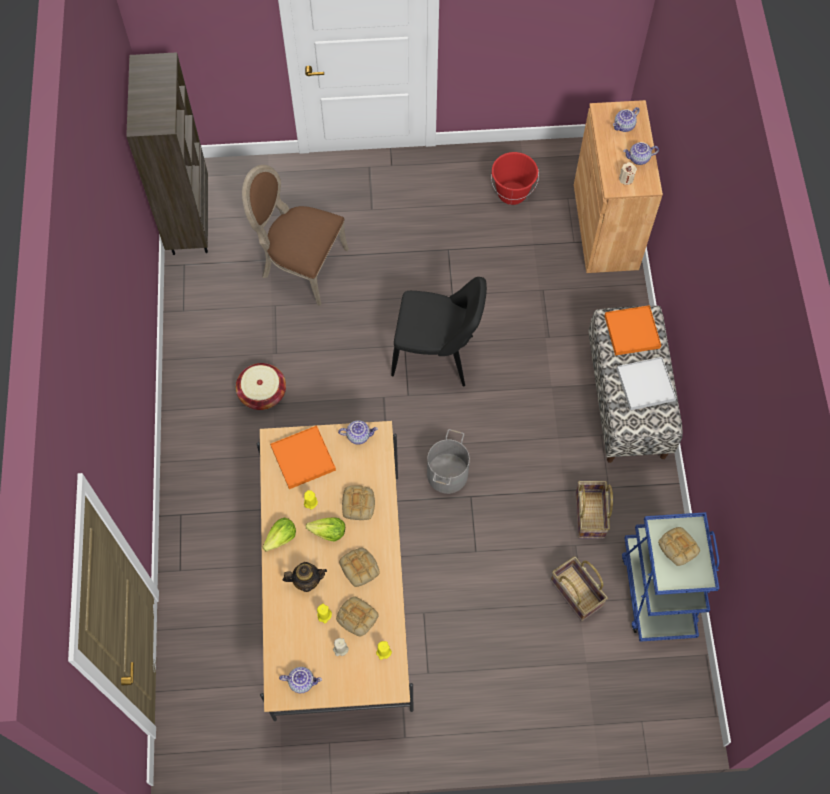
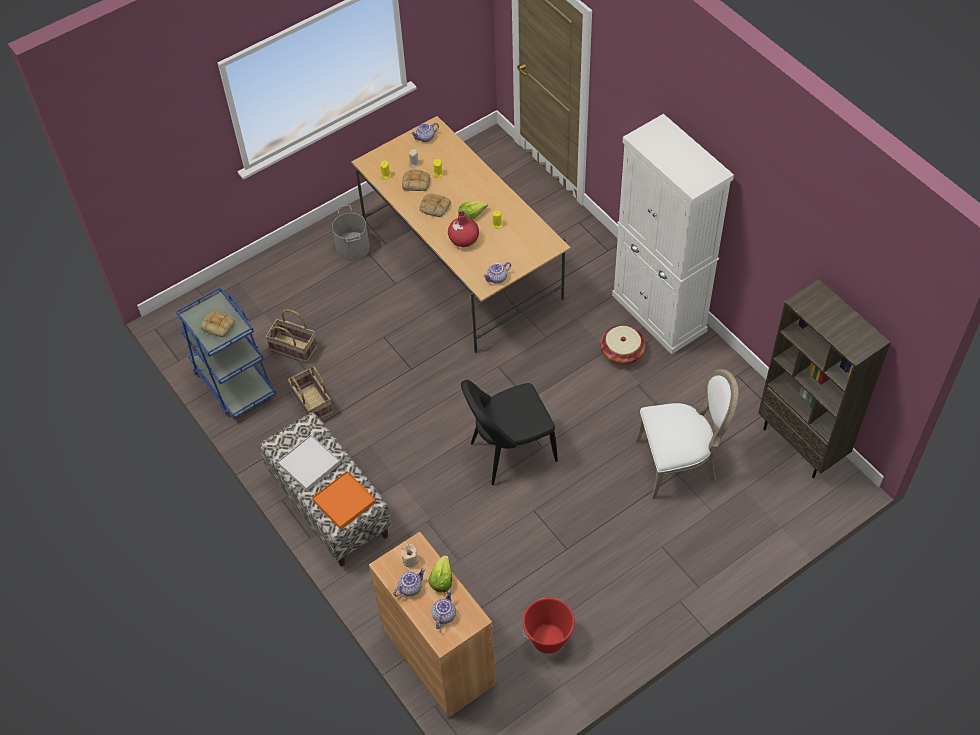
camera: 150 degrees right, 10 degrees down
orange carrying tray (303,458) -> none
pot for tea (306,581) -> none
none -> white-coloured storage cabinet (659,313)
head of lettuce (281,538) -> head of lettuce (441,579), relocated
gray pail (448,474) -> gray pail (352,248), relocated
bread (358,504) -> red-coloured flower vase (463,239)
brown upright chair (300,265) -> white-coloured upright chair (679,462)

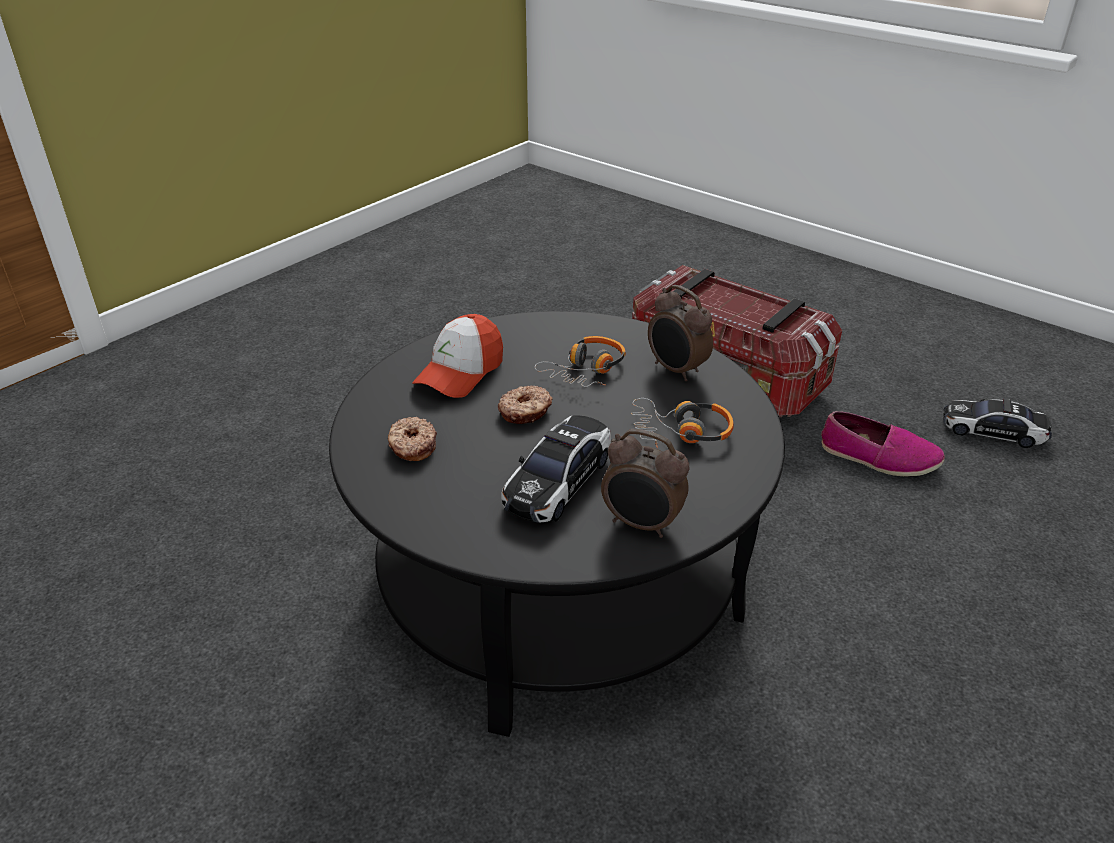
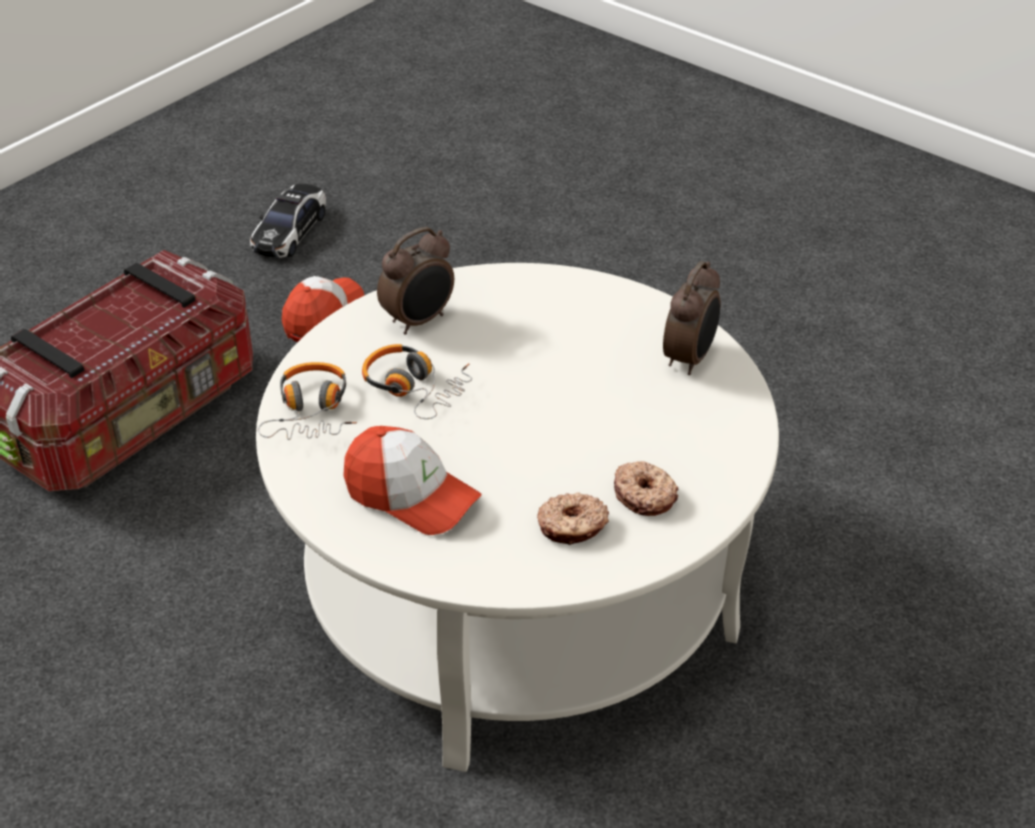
camera: 90 degrees left, 5 degrees up
model car (558,481) -> none
donut (525,412) -> donut (645,495), relocated
headphones (681,432) -> headphones (311,412), relocated
item of footwear (878,457) -> peaked cap (323,317)
black-coloured coffee table (557,580) -> white-coloured coffee table (517,590)

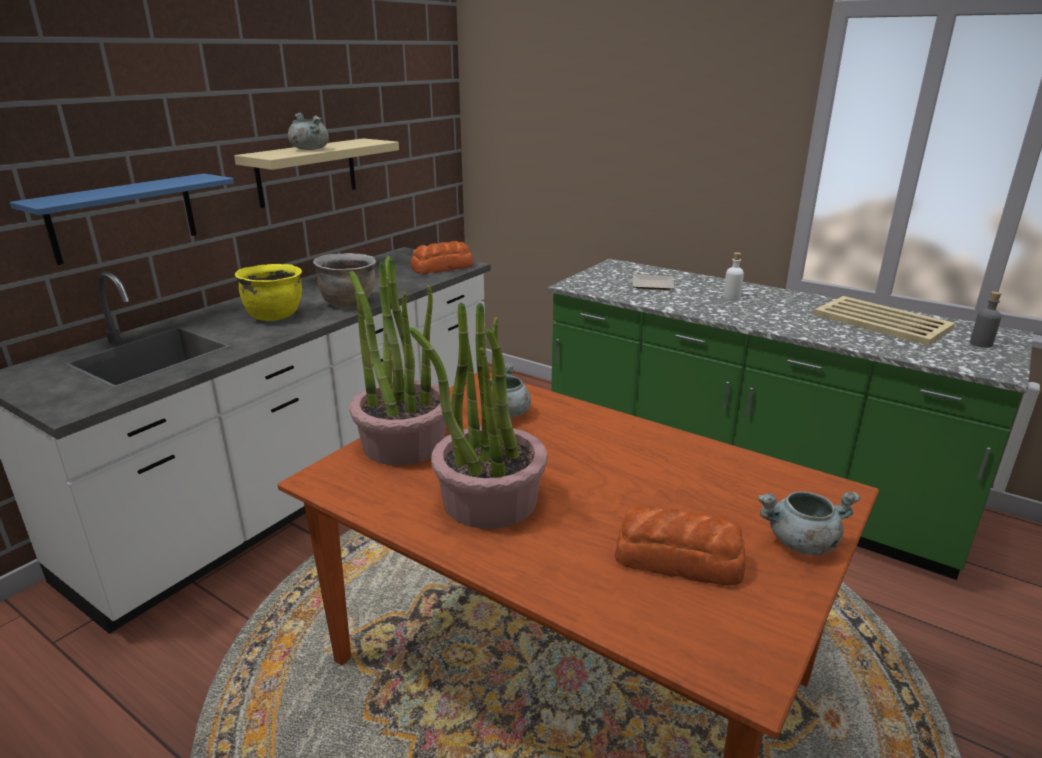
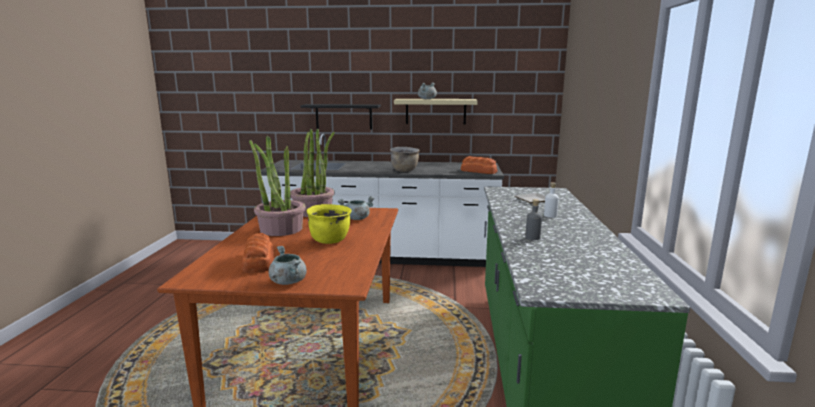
camera: 60 degrees right, 10 degrees down
beige carrying tray (882,322) -> none
yellowish saucepot (275,315) -> yellowish saucepot (330,240), relocated
gray bottle (981,344) -> gray bottle (532,237), relocated
blue shelf (124,217) -> black-coloured shelf (343,116)

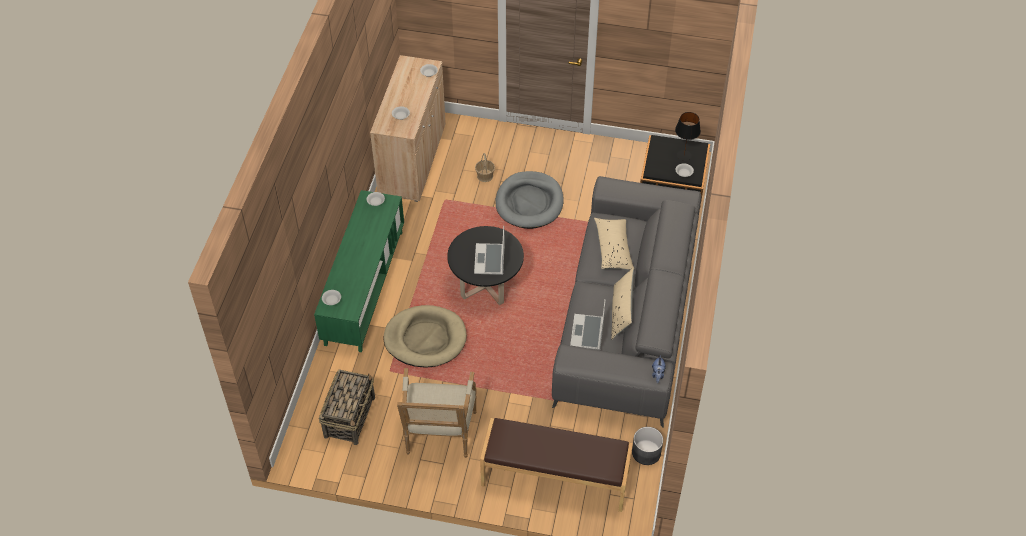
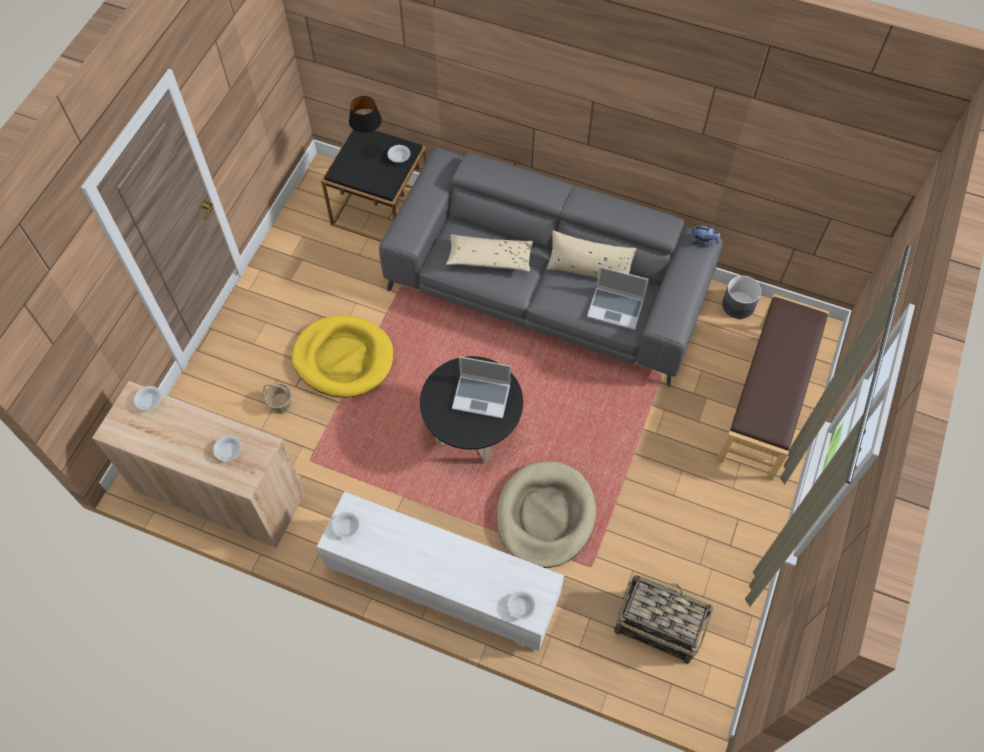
camera: 80 degrees left, 10 degrees up
armchair (439,436) -> none
greenish tv stand (364,287) -> white-coloured tv stand (442,585)
gray dog bed (529,202) -> yellowish dog bed (344,358)

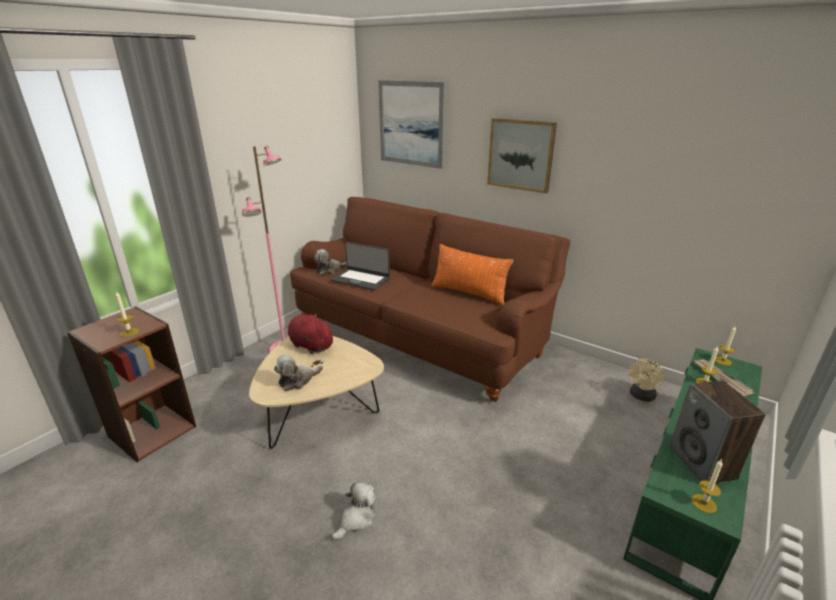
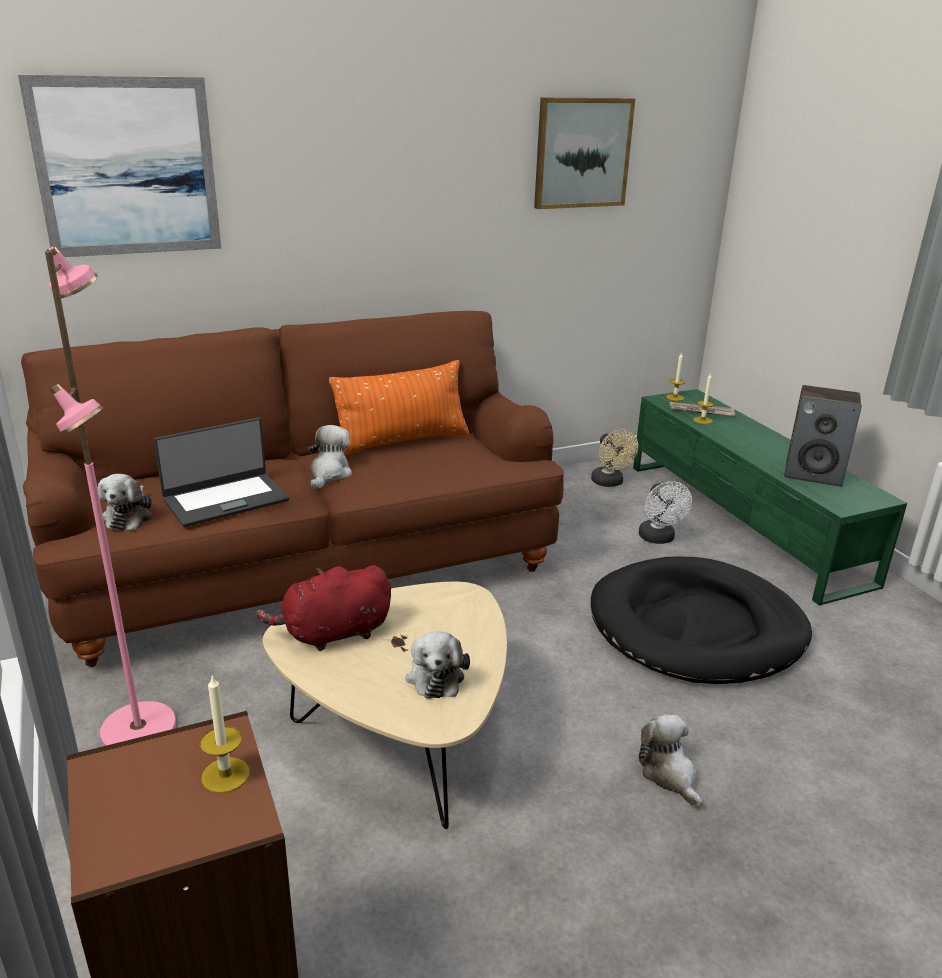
camera: 60 degrees left, 0 degrees up
wax light (704,503) -> none
none -> soft toy (329,474)
none -> black-coloured dog bed (697,627)
none -> white-coloured cooling fan (658,539)
wall picture (520,155) -> wall picture (582,153), relocated

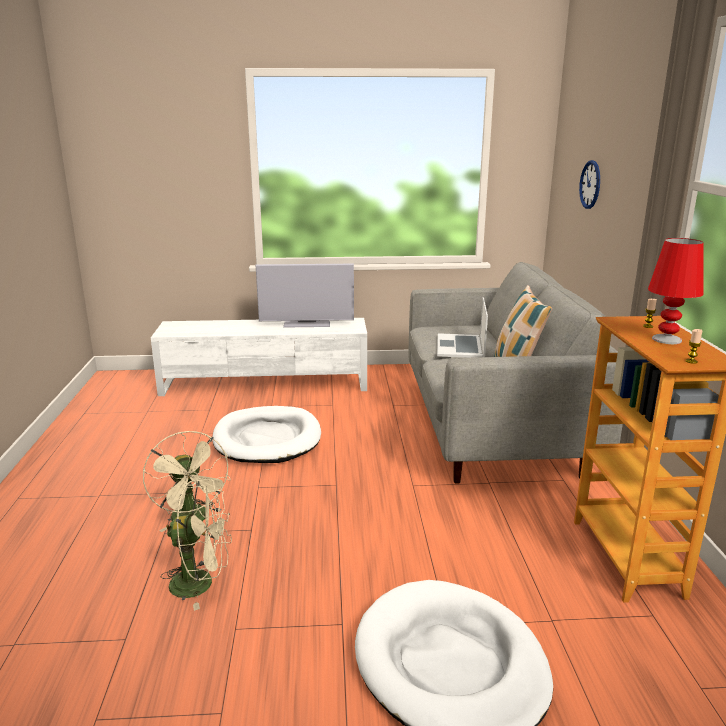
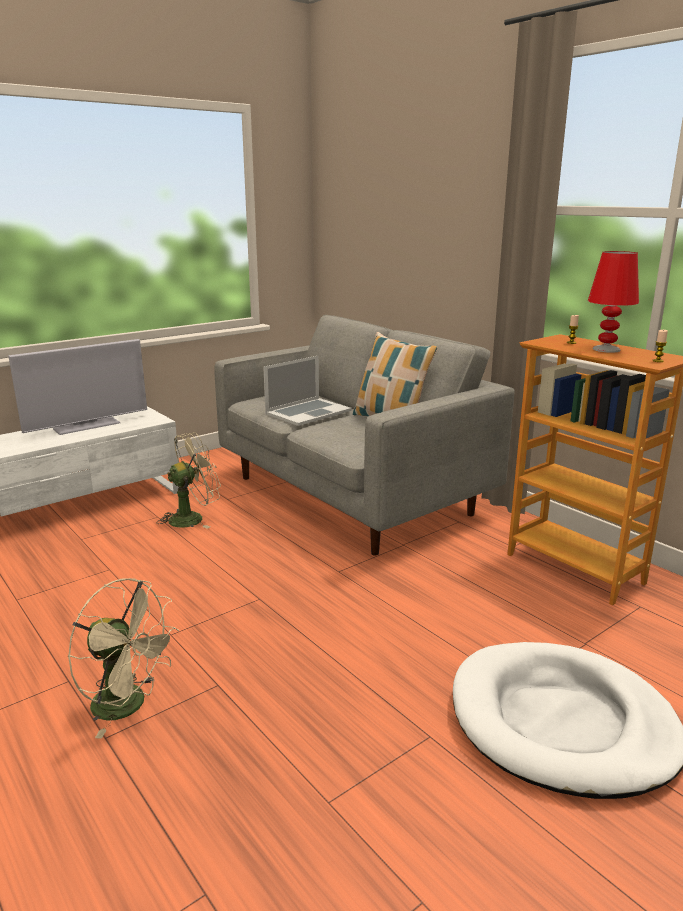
camera: 35 degrees left, 0 degrees up
white-coloured dog bed (267,439) -> none
clock on the wall (590,184) -> none
beige cooling fan (201,583) -> beige cooling fan (192,518), relocated
notebook computer (461,346) -> notebook computer (308,412), 105 degrees counterclockwise

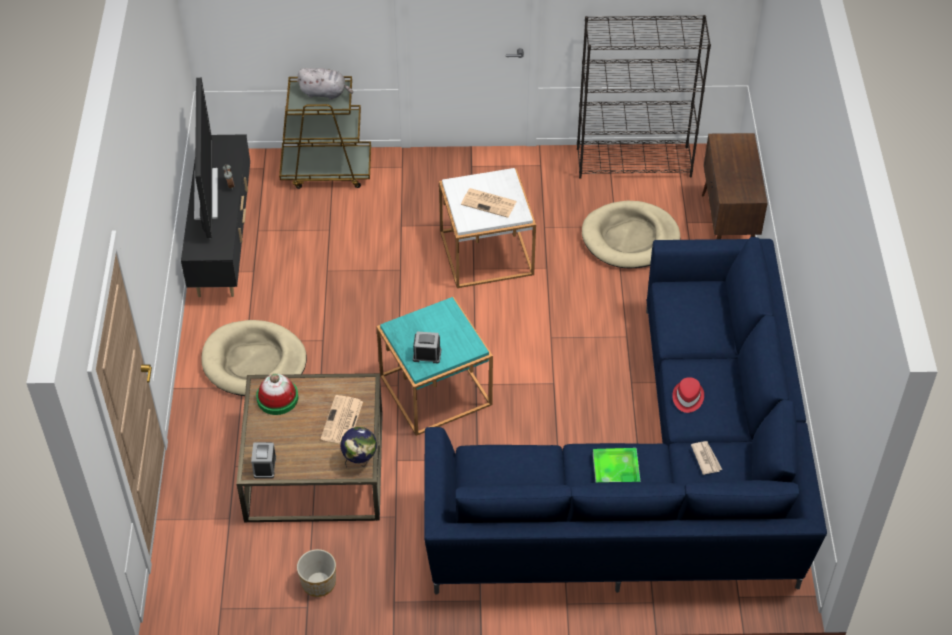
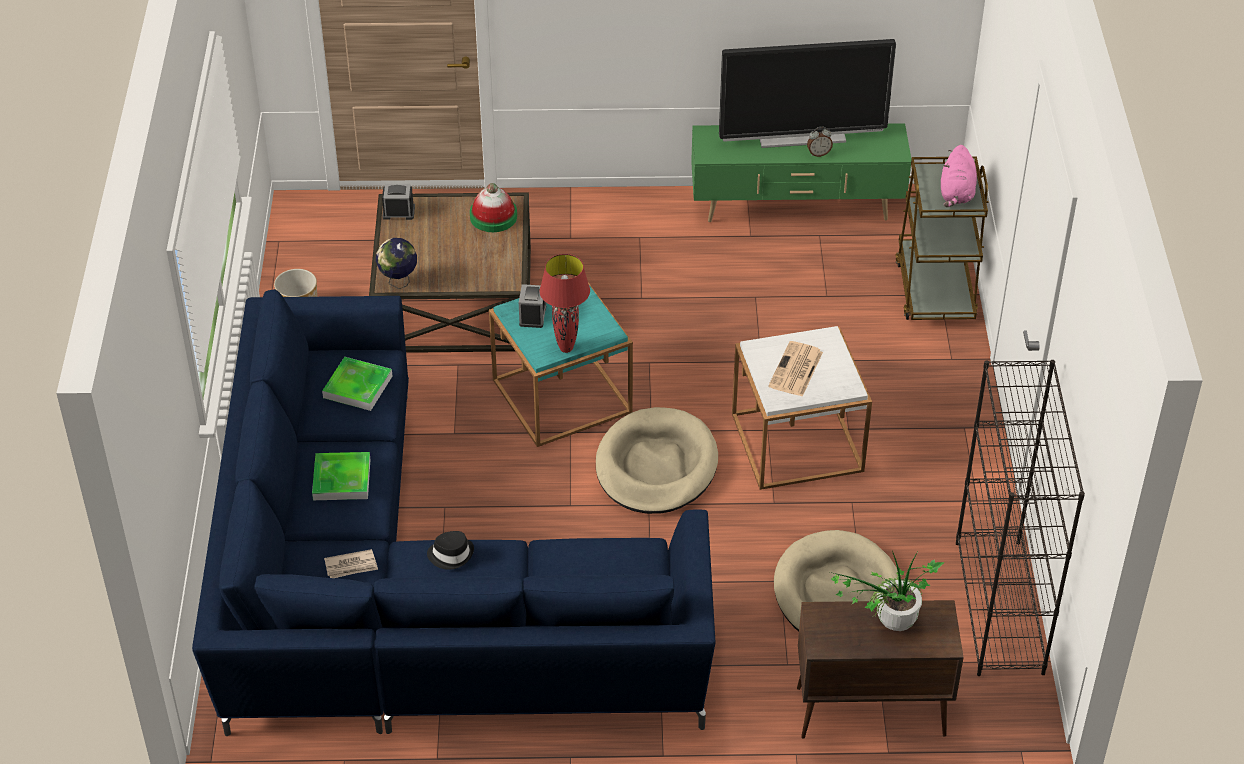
camera: 90 degrees right, 5 degrees down
newspaper (342,421) -> none
none -> carrying tray (358,387)
none -> red-coloured tabletop lamp (566,349)
none -> plant in a pot (888,624)
beige dog bed (254,362) -> beige dog bed (656,466), relocated
black-coloured tv stand (223,242) -> greenish tv stand (797,208)
gray soft toy (325,93) -> pink-coloured soft toy (956,193)
red-coloured hat (687,398) -> black-coloured hat (451,554)

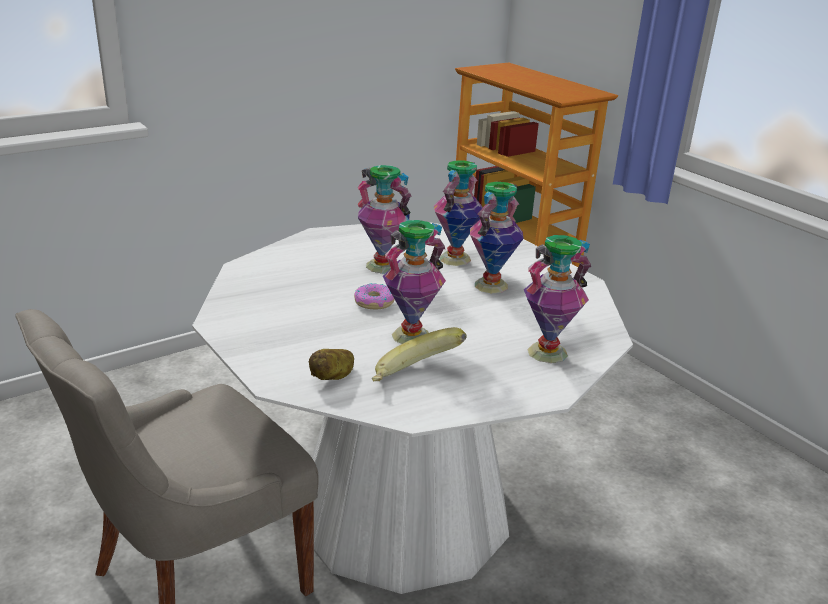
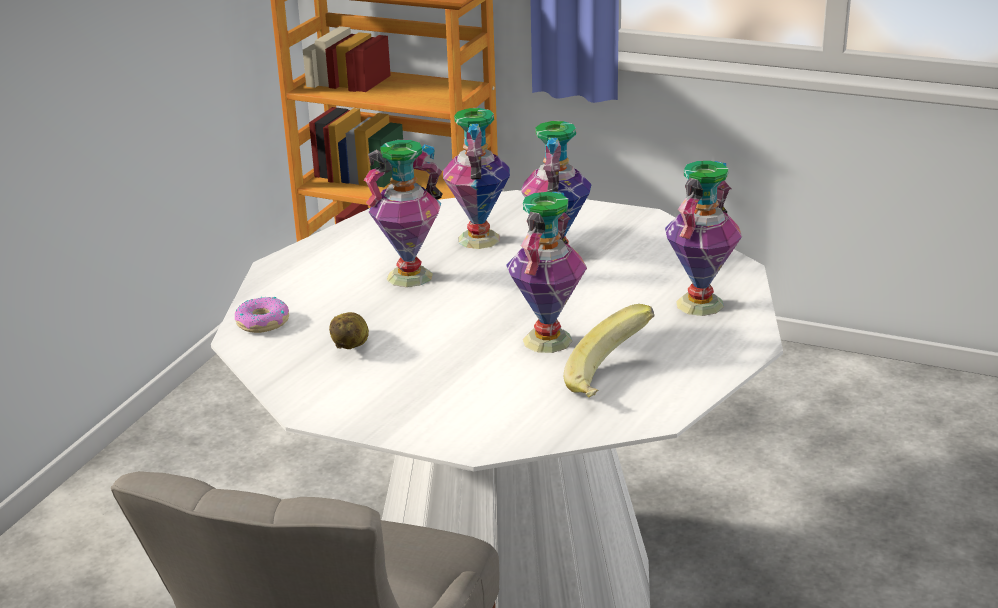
camera: 30 degrees left, 0 degrees up
potato (333,376) -> potato (351,345), relocated
donut (374,302) -> donut (262,323), relocated

